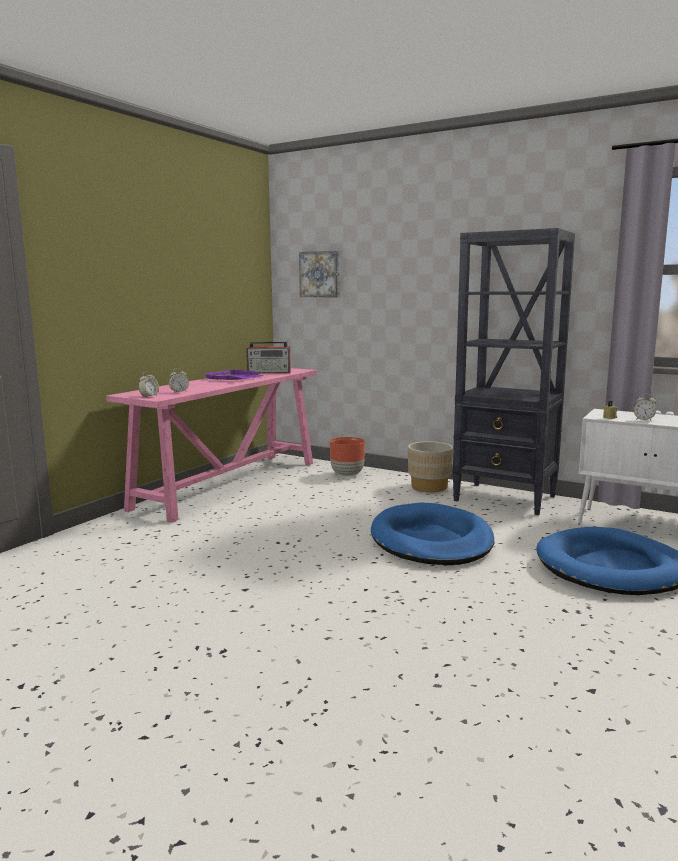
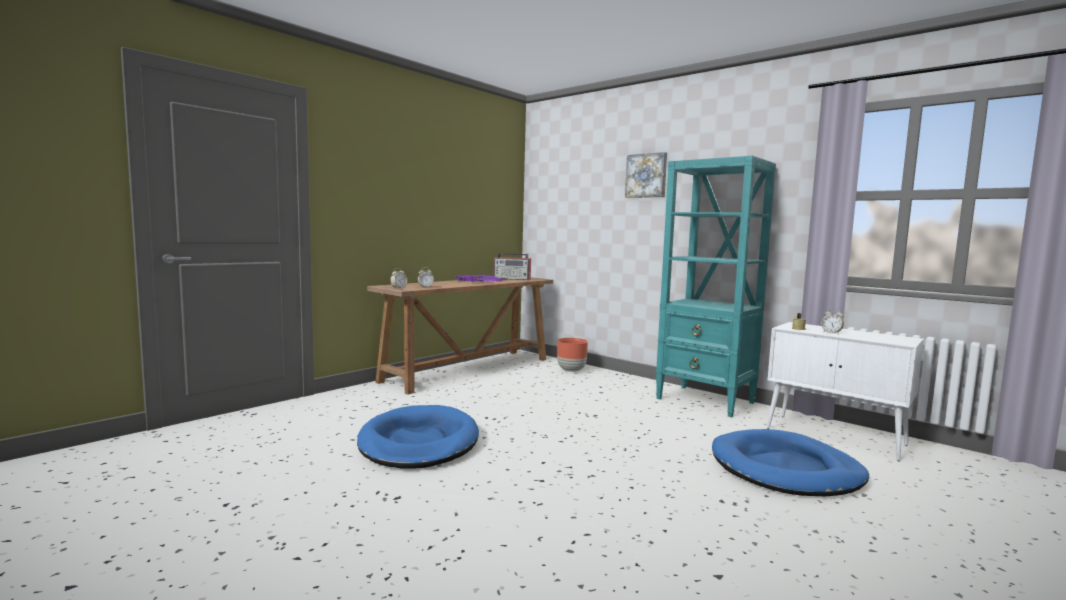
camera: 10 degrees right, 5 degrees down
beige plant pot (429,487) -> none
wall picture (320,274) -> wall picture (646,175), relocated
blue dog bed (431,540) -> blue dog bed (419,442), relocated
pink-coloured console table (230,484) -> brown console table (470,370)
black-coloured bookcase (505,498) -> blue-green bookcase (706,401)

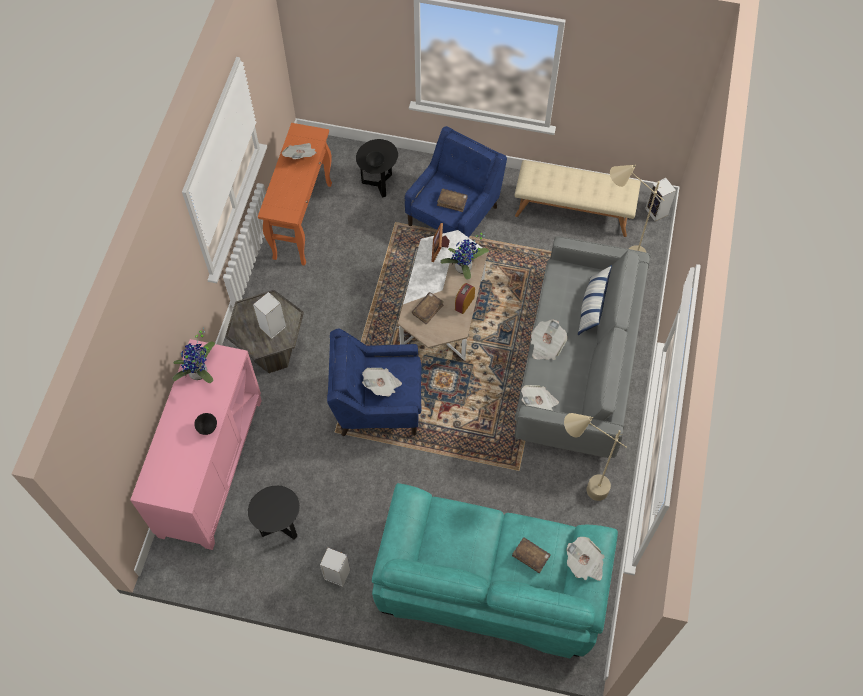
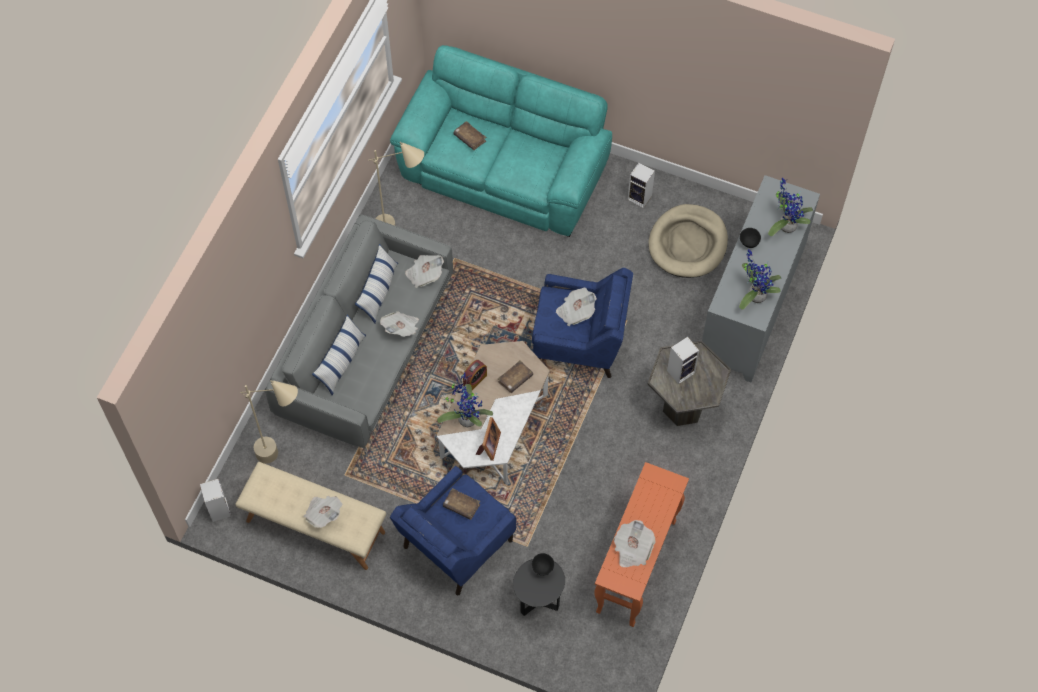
camera: 170 degrees left, 0 degrees up
none -> pillow (378,291)
none -> plant in a pot (785,224)
newspaper (584,563) -> newspaper (323,514), relocated
black-coloured side table (280,527) -> beige dog bed (688,243)
pink-coloured storage cabinet (210,466) -> gray storage cabinet (752,307)

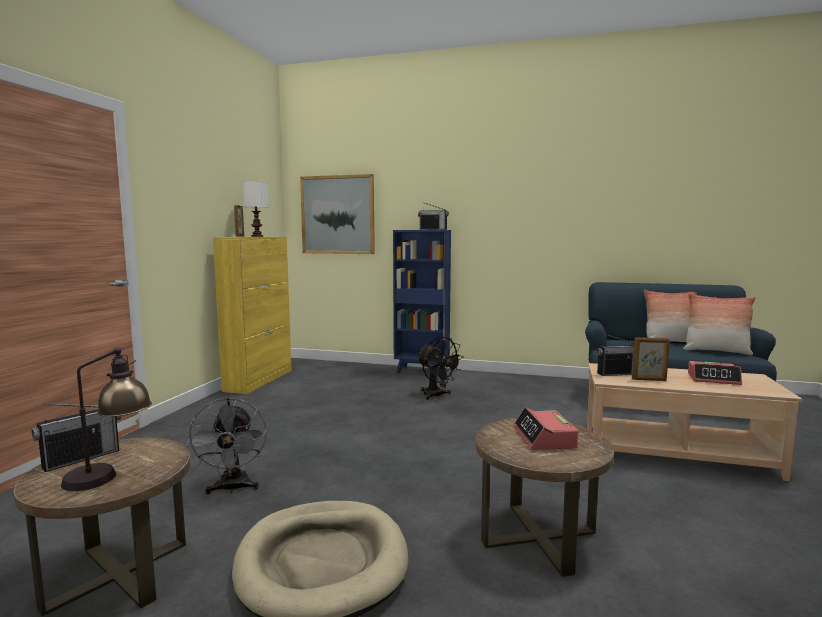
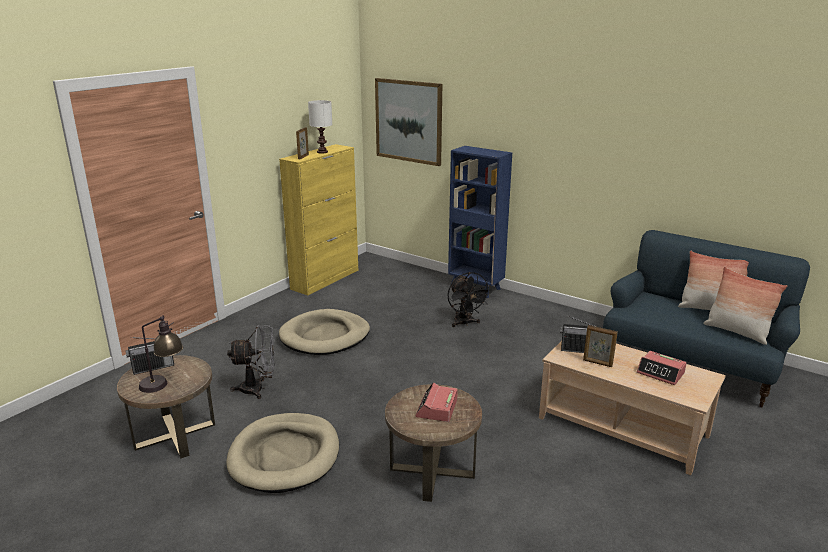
camera: 20 degrees right, 15 degrees up
radio receiver (433,229) -> none
none -> beige dog bed (325,336)
gray cooling fan (232,488) -> gray cooling fan (258,389), 105 degrees counterclockwise

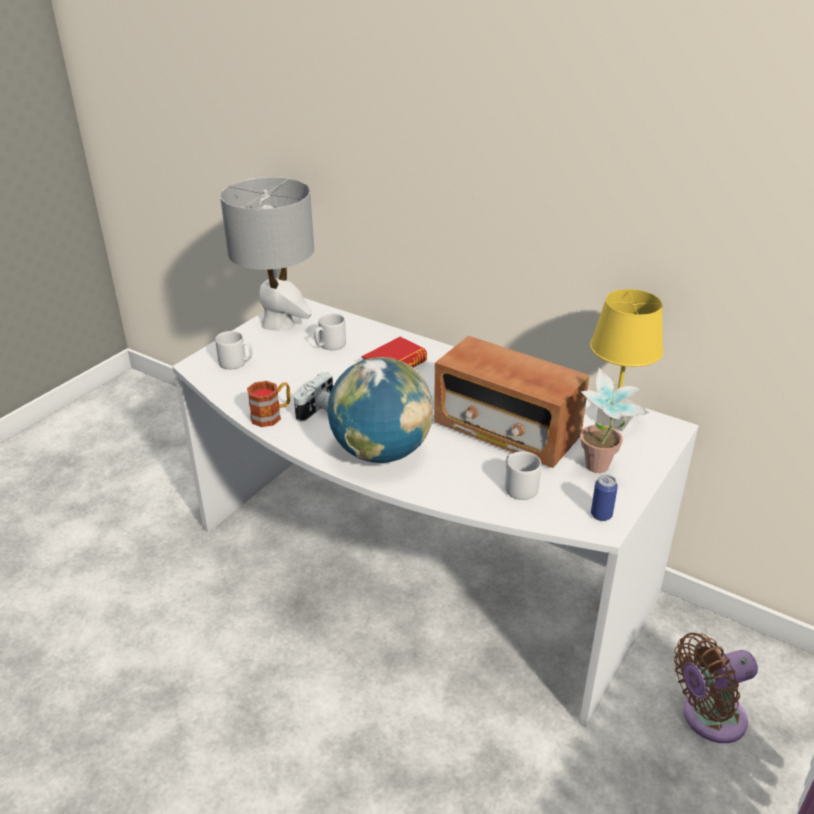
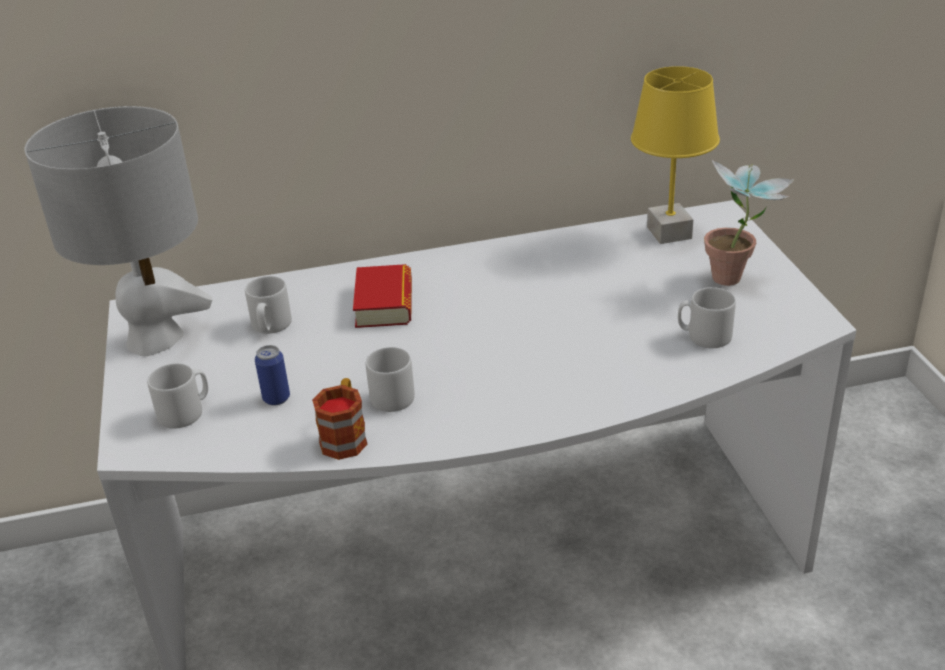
camera: 45 degrees left, 0 degrees up
world globe (381,452) -> none
radio receiver (506,431) -> none
brown cooling fan (708,718) -> none
can (601,515) -> can (276,398), relocated
photo camera (320,410) -> gray mug (391,395)

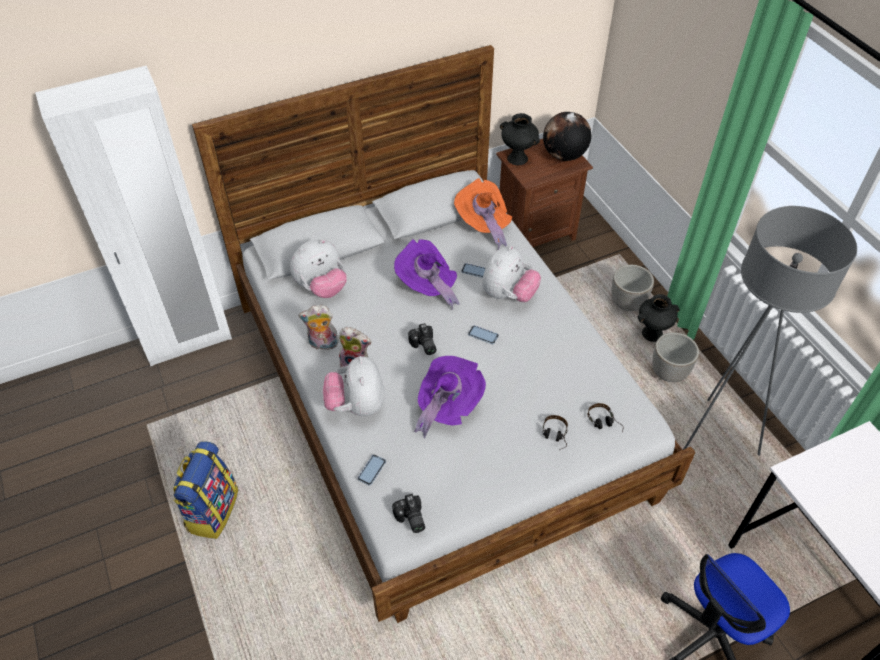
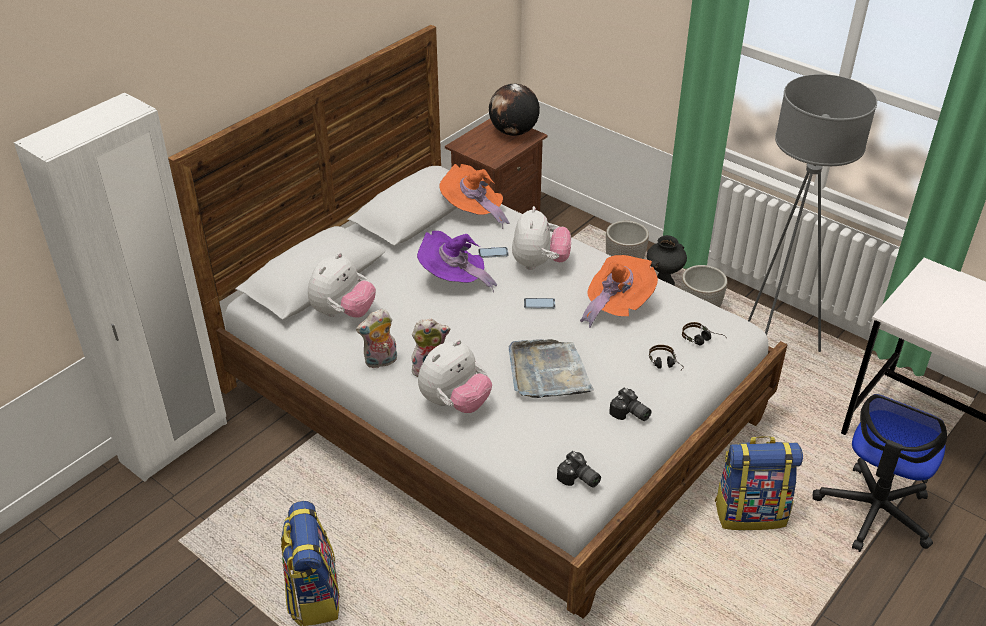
camera: 25 degrees left, 10 degrees down
telephone (372,470) -> none
black-coloured flower vase (518,158) -> none
none -> orange hat (616,305)
none -> rucksack (750,512)
photo camera (423,346) -> photo camera (630,414), relocated
purple hat (447,406) -> gray carrying tray (548,372)
soft toy (356,405) -> soft toy (455,403), 105 degrees counterclockwise

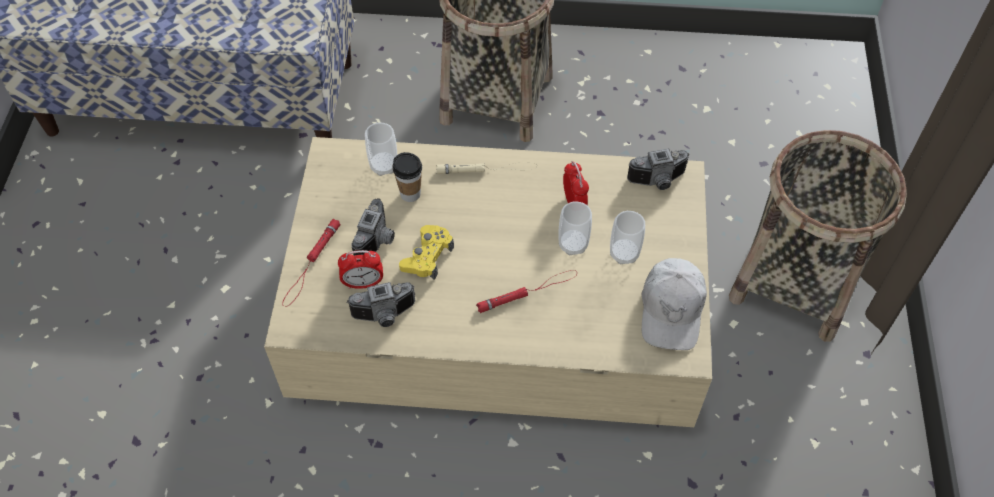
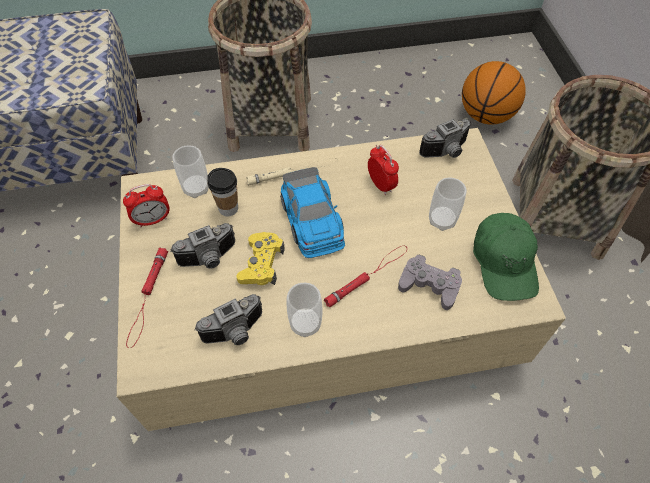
camera: 15 degrees left, 0 degrees up
none -> model car (312,221)
none -> gray game controller (429,285)
none -> ball for basketball (486,115)
alarm clock (363,283) -> alarm clock (153,220), relocated
small cup (573,244) -> small cup (305,324), relocated
white-coloured peaked cap (672,310) -> greenish peaked cap (504,262)
photo camera (378,241) -> photo camera (209,259), 60 degrees clockwise

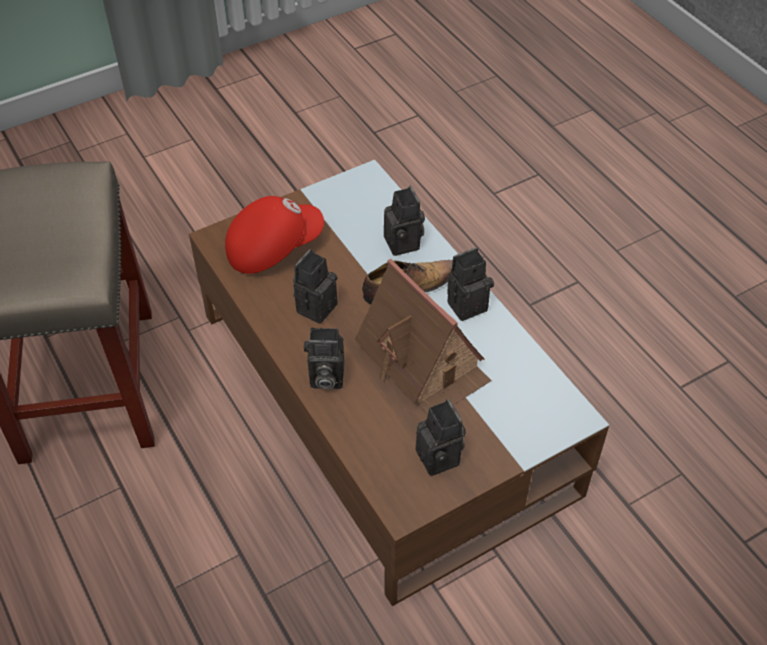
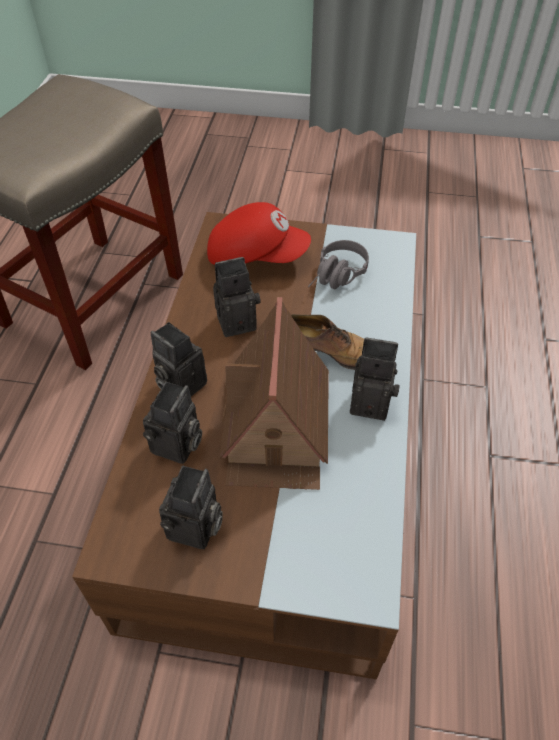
camera: 40 degrees right, 0 degrees up
none -> gray headphones (336,278)
photo camera (405,244) -> photo camera (177,447), relocated

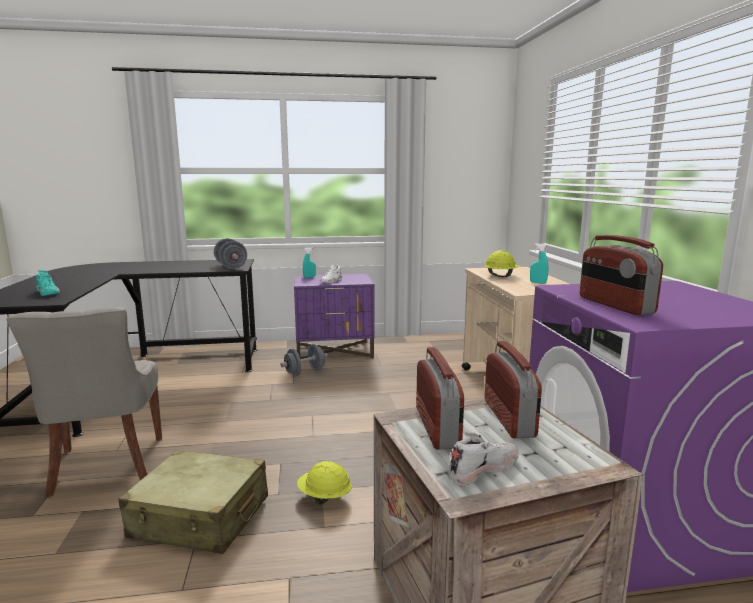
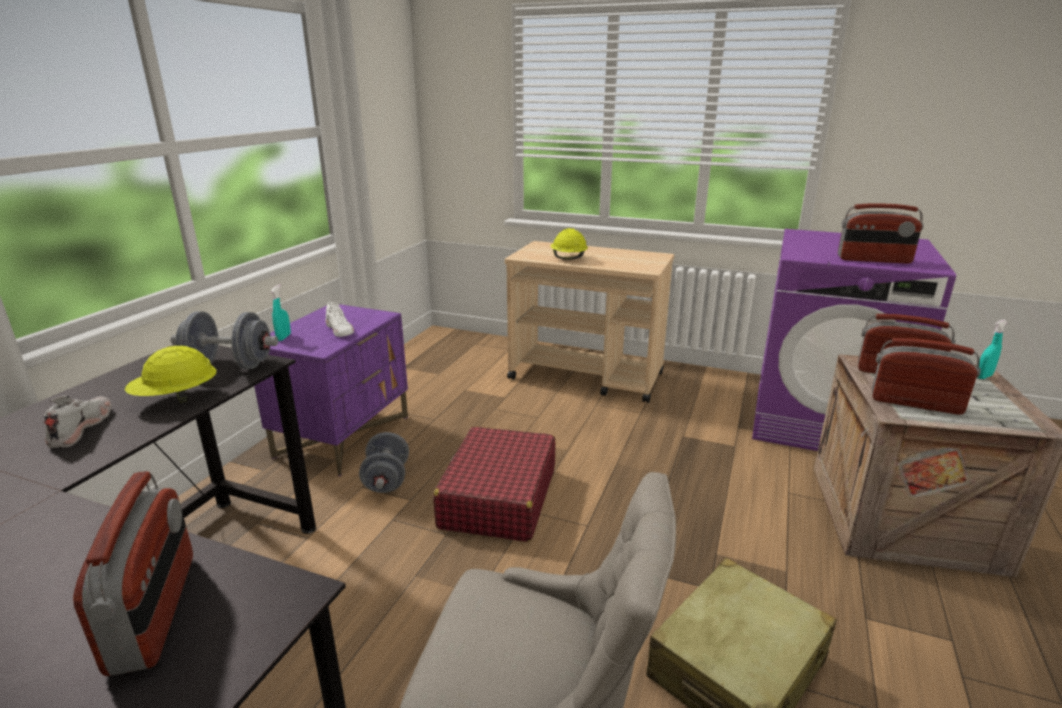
camera: 60 degrees left, 10 degrees up
none -> red-coloured suitcase (498,498)
yellowish work helmet (324,497) -> yellowish work helmet (177,398), relocated
white-coloured item of footwear (482,468) -> white-coloured item of footwear (81,428), relocated
blue-green hand sprayer (538,283) -> blue-green hand sprayer (983,376), relocated
blue-green item of footwear (48,293) -> radio receiver (155,611)

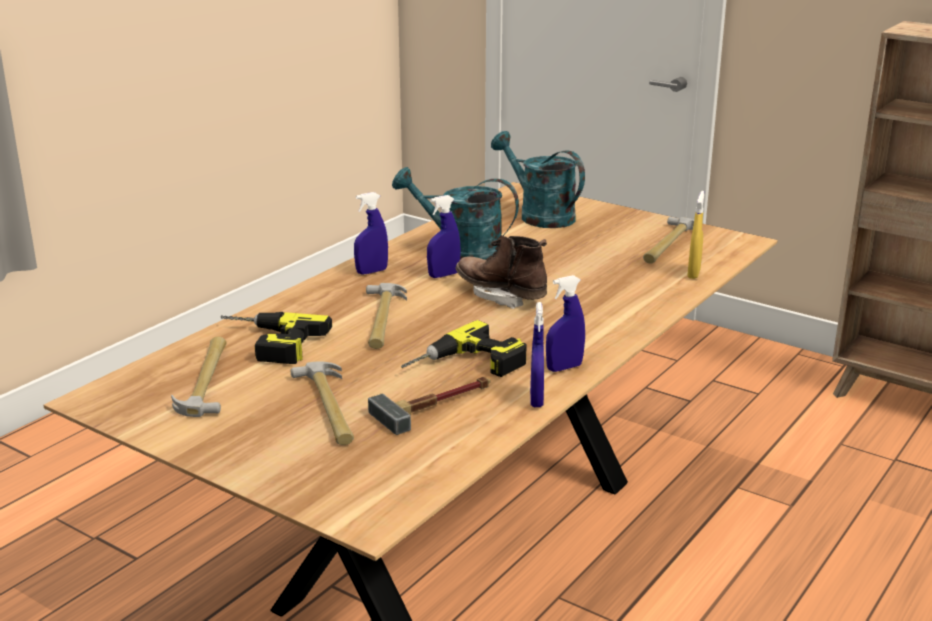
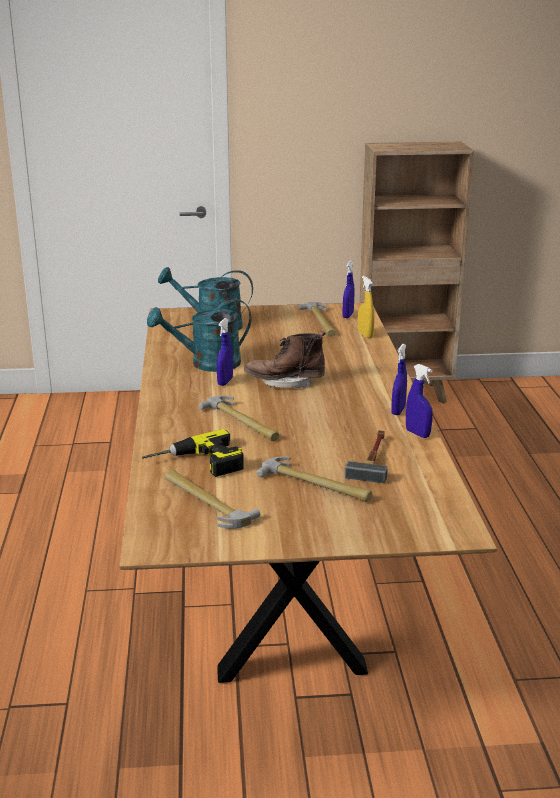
camera: 40 degrees left, 0 degrees up
drill (466,366) -> none
blue hand sprayer (371,271) -> blue hand sprayer (348,315), relocated

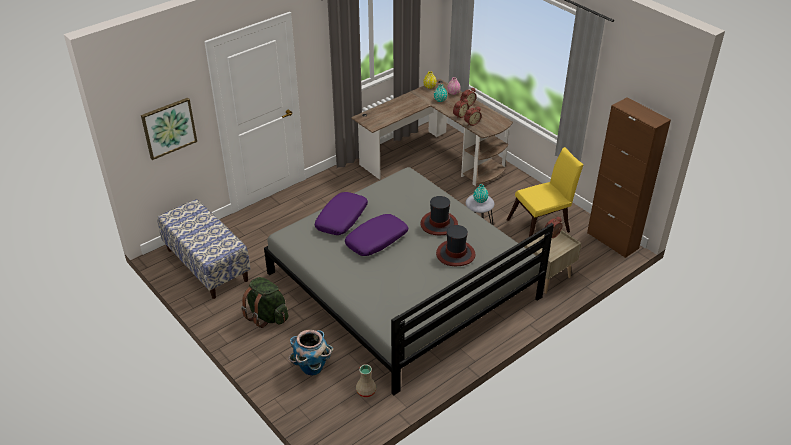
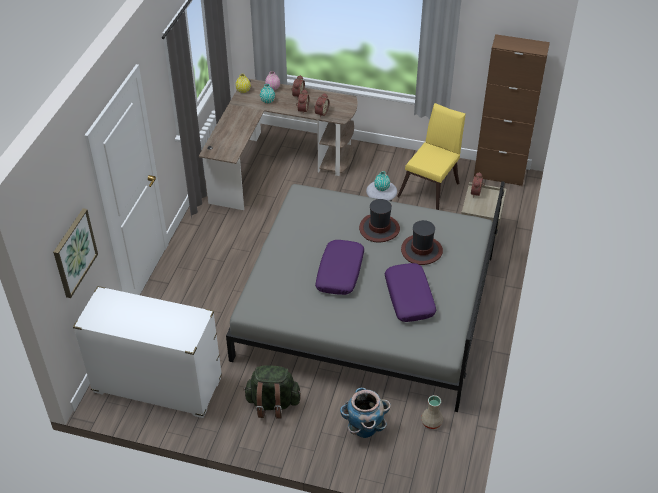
camera: 35 degrees left, 5 degrees up
purple pillow (342,219) -> purple pillow (409,297), relocated
indoor bench (206,265) -> white-coloured drawer chest (157,385)

